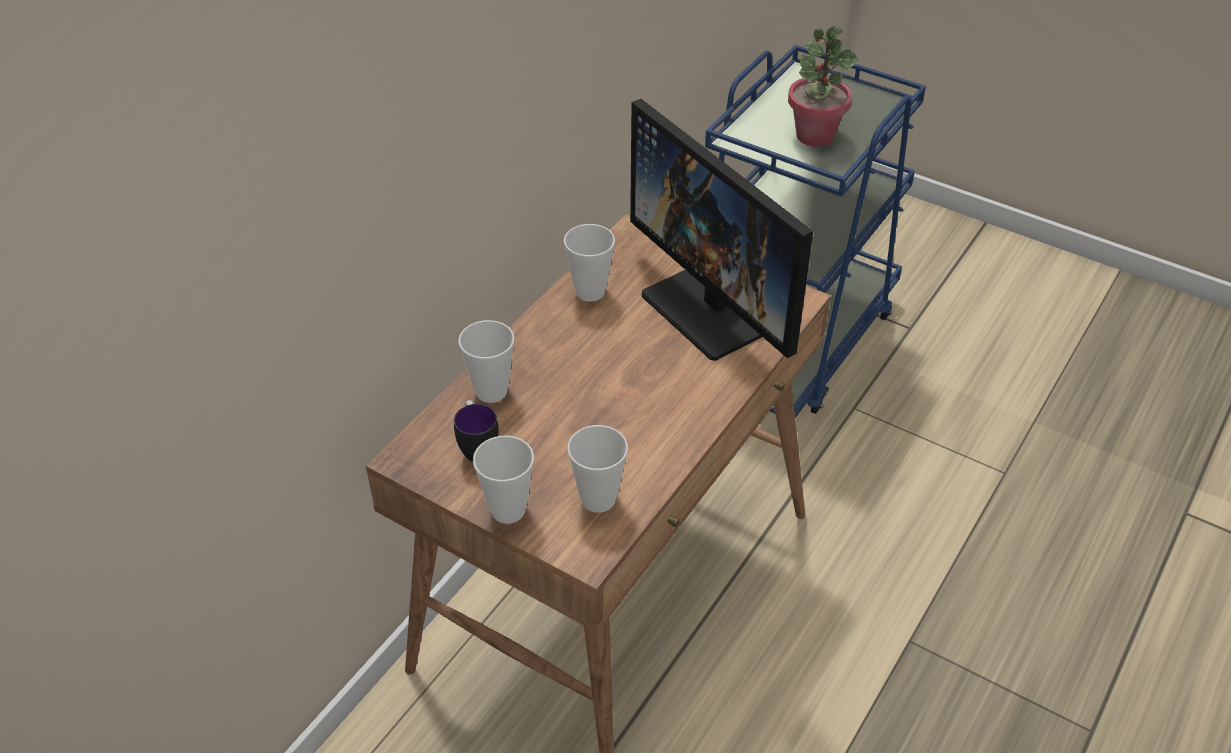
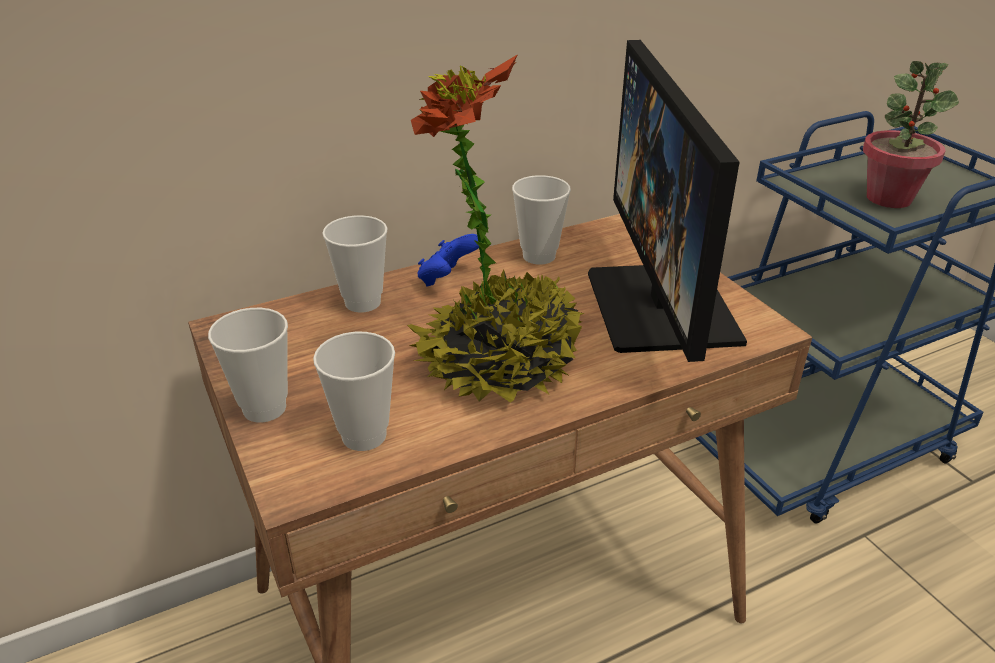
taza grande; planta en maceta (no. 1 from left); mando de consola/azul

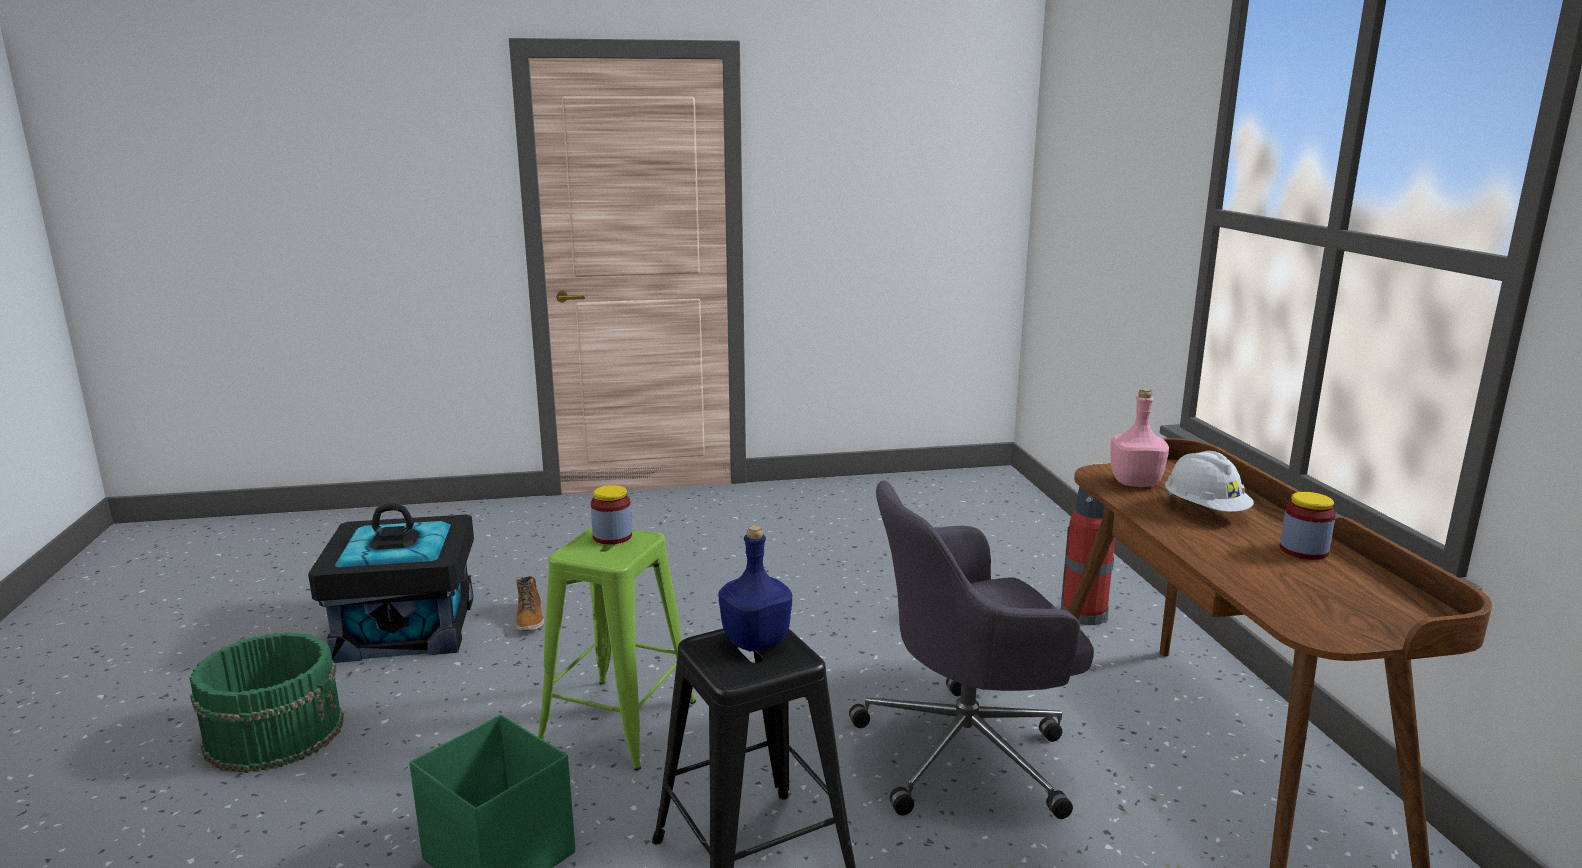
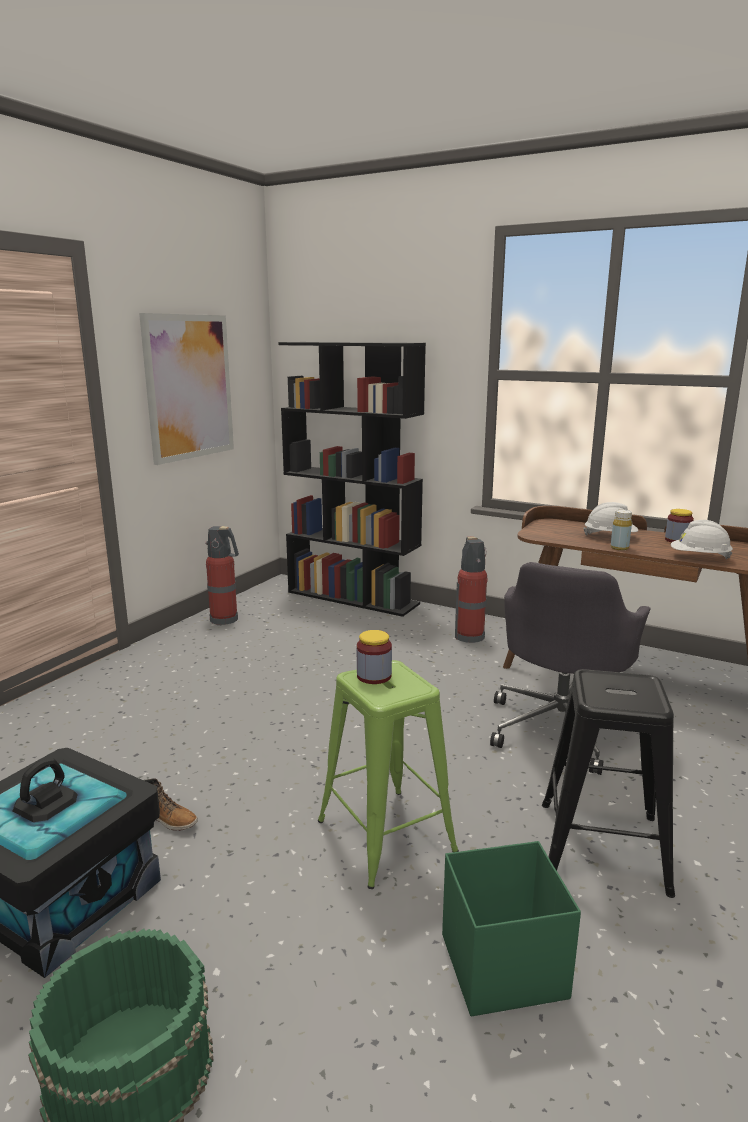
botella/azul; botella/rosa; cuadro; extintor (no. 1 from left); estantería/negro; botella/amarillo; casco/blanco (no. 2 from left)

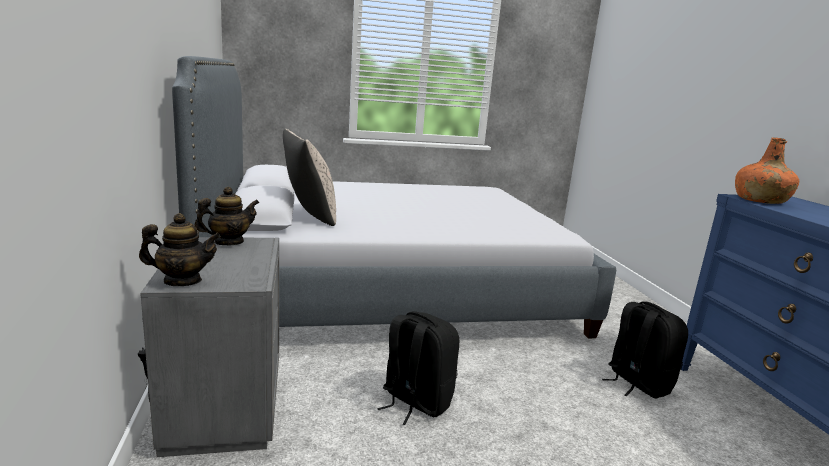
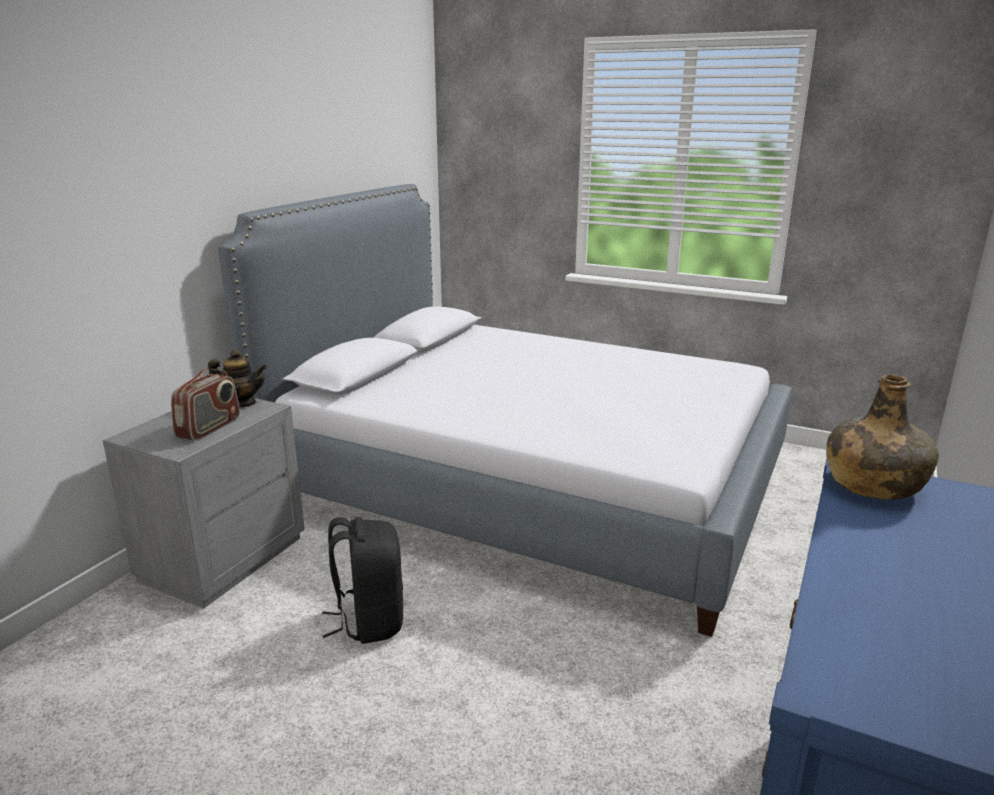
tetera (no. 1 from left in the first image); cojín/beis; mochila/negro (no. 2 from left in the first image); radio; botella/verde

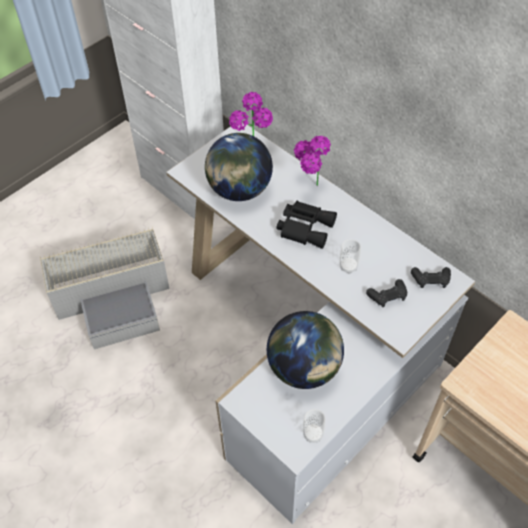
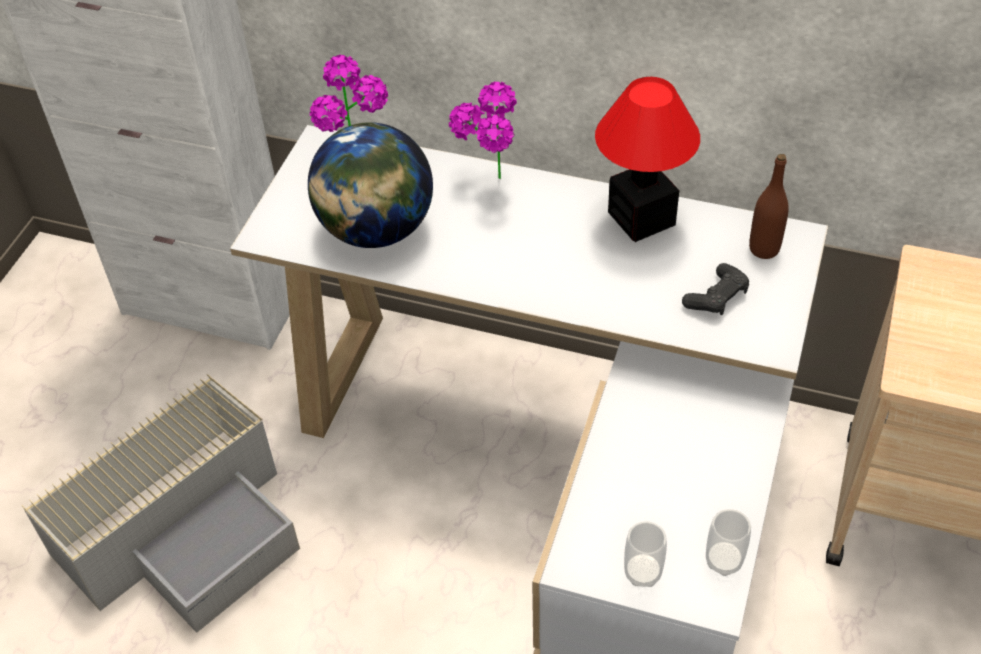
globo terráqueo (no. 2 from left in the first image); prismáticos/negro; lámpara de mesa; taza (no. 1 from left); botella/marrón

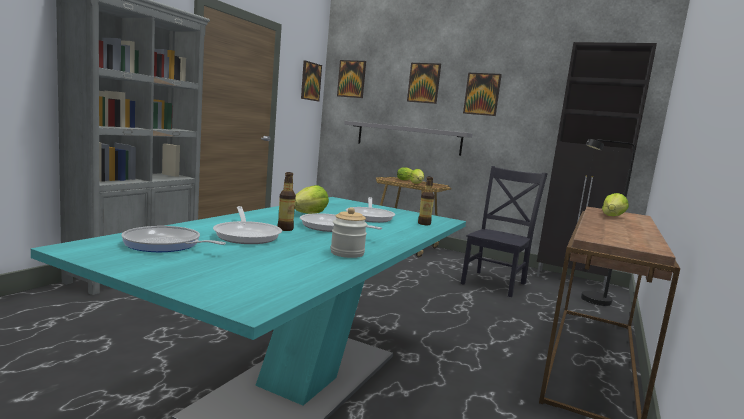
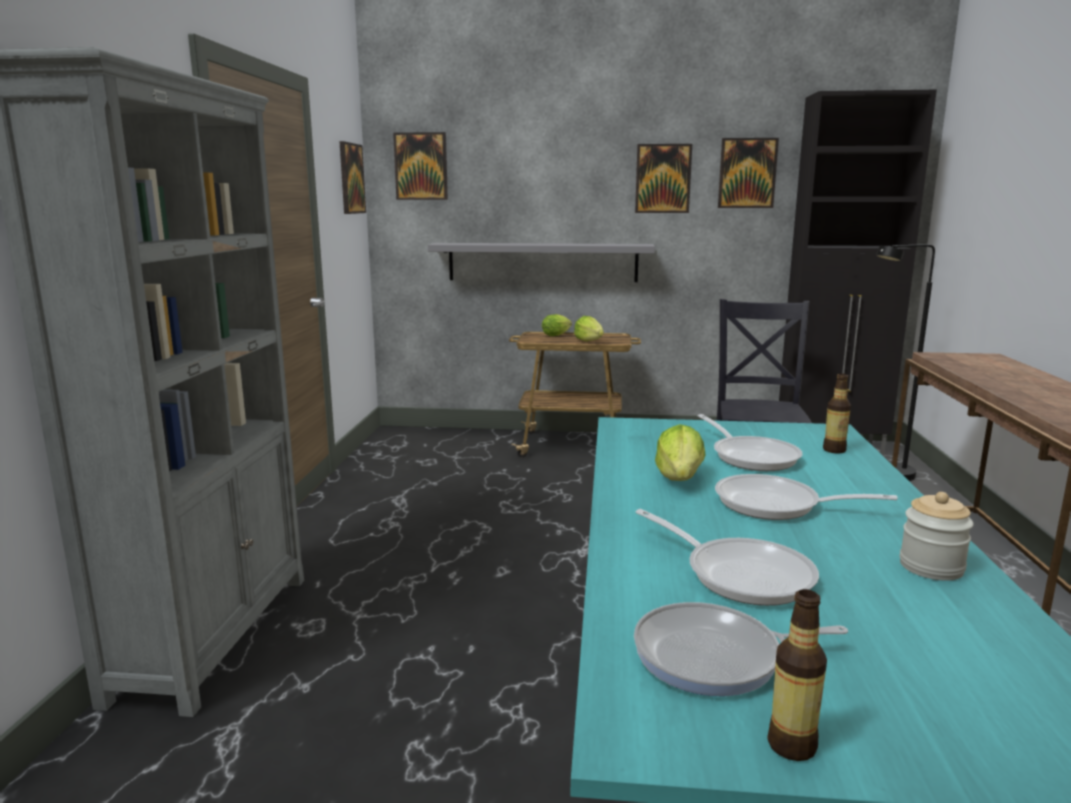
lechuga (no. 4 from left in the first image); botella (no. 1 from left); cuadro (no. 4 from left)

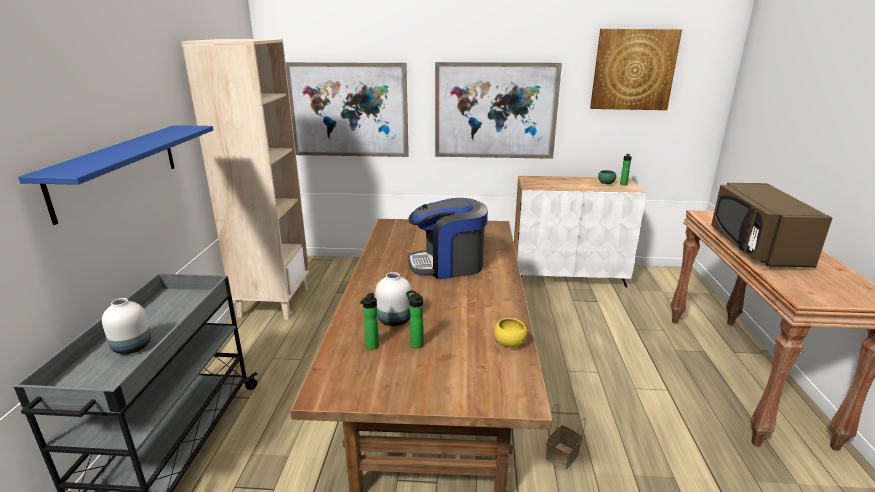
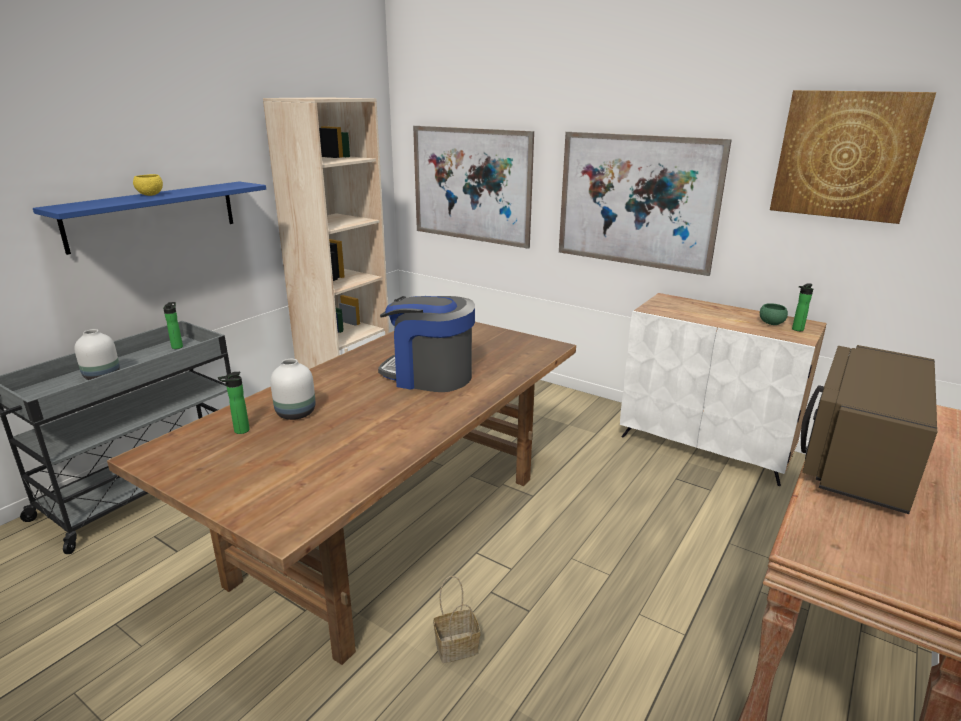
botella (no. 1 from left); cuenco/amarillo

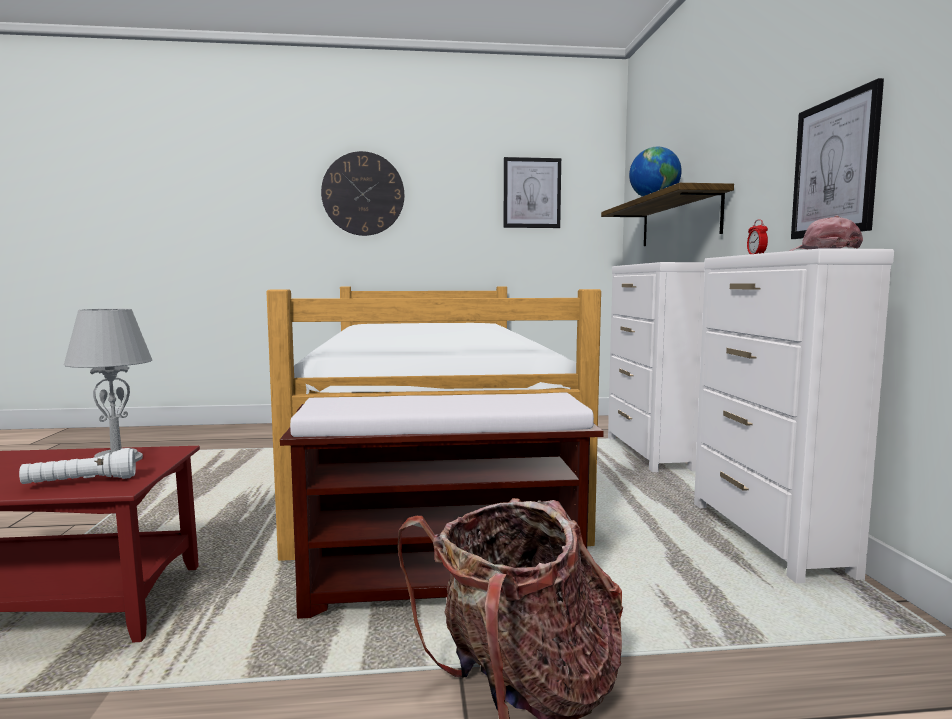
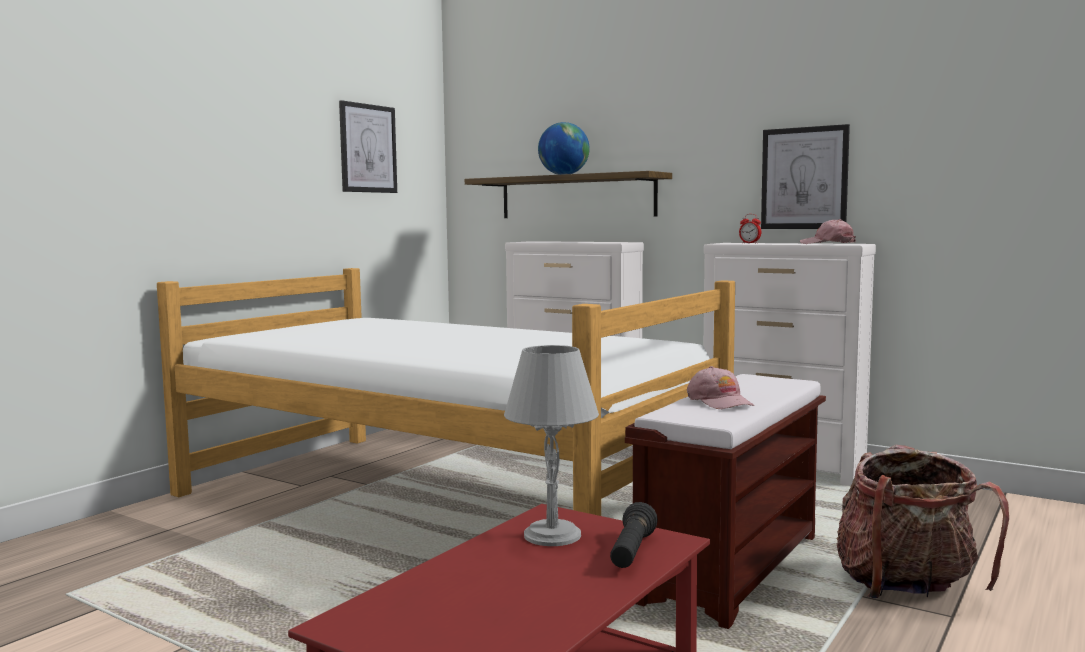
reloj de pared; gorra/rosa (no. 1 from left); linterna/negro

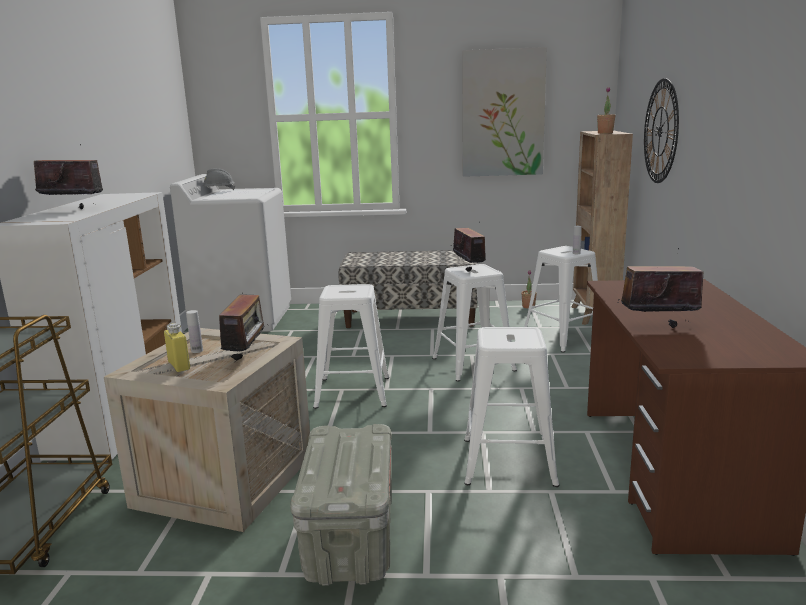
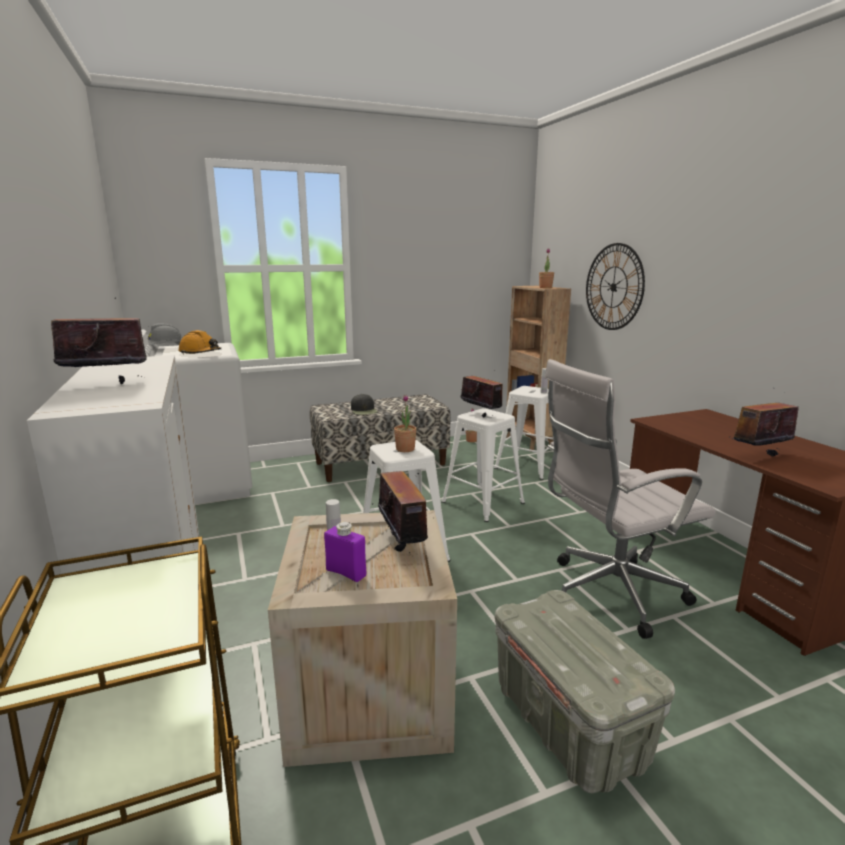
cuadro; casco/naranja; gorra/negro; planta en maceta (no. 1 from left); silla de oficina/blanco; botella/morado

